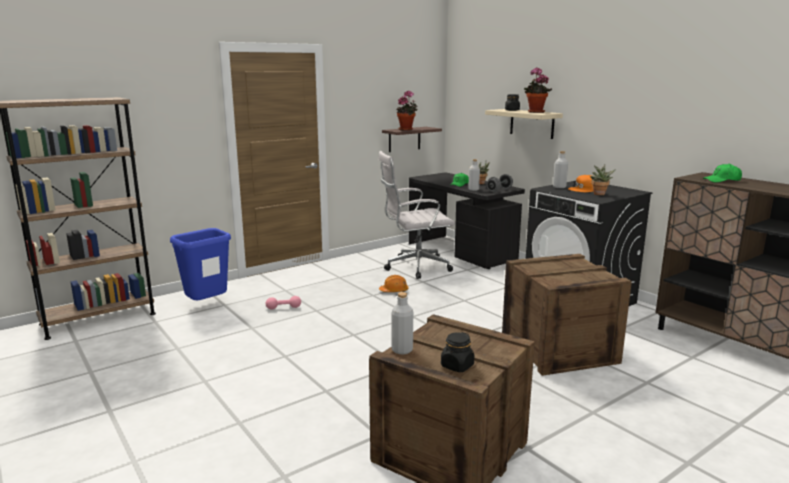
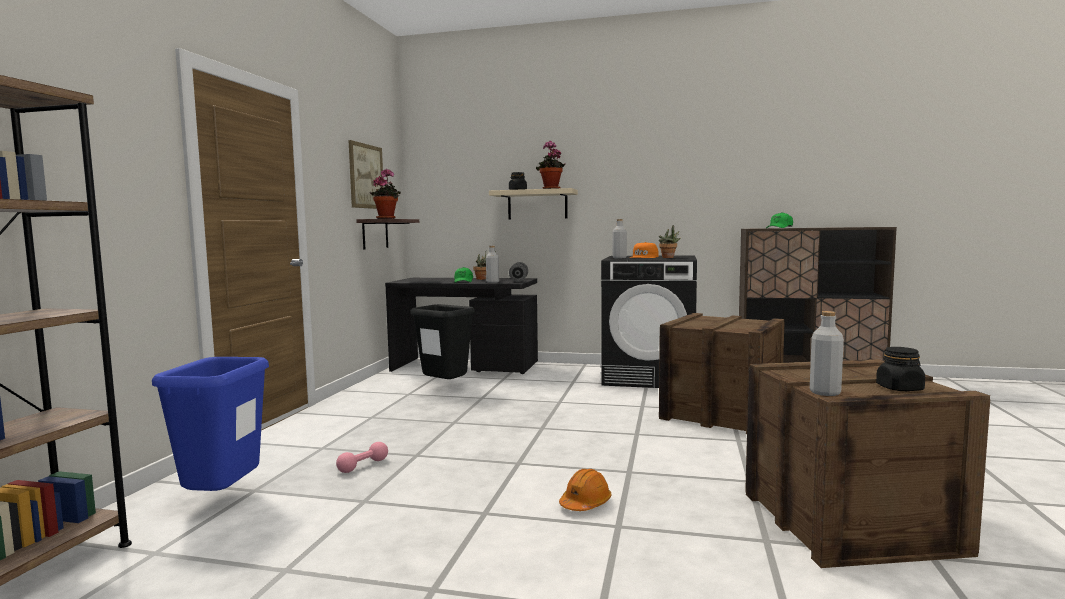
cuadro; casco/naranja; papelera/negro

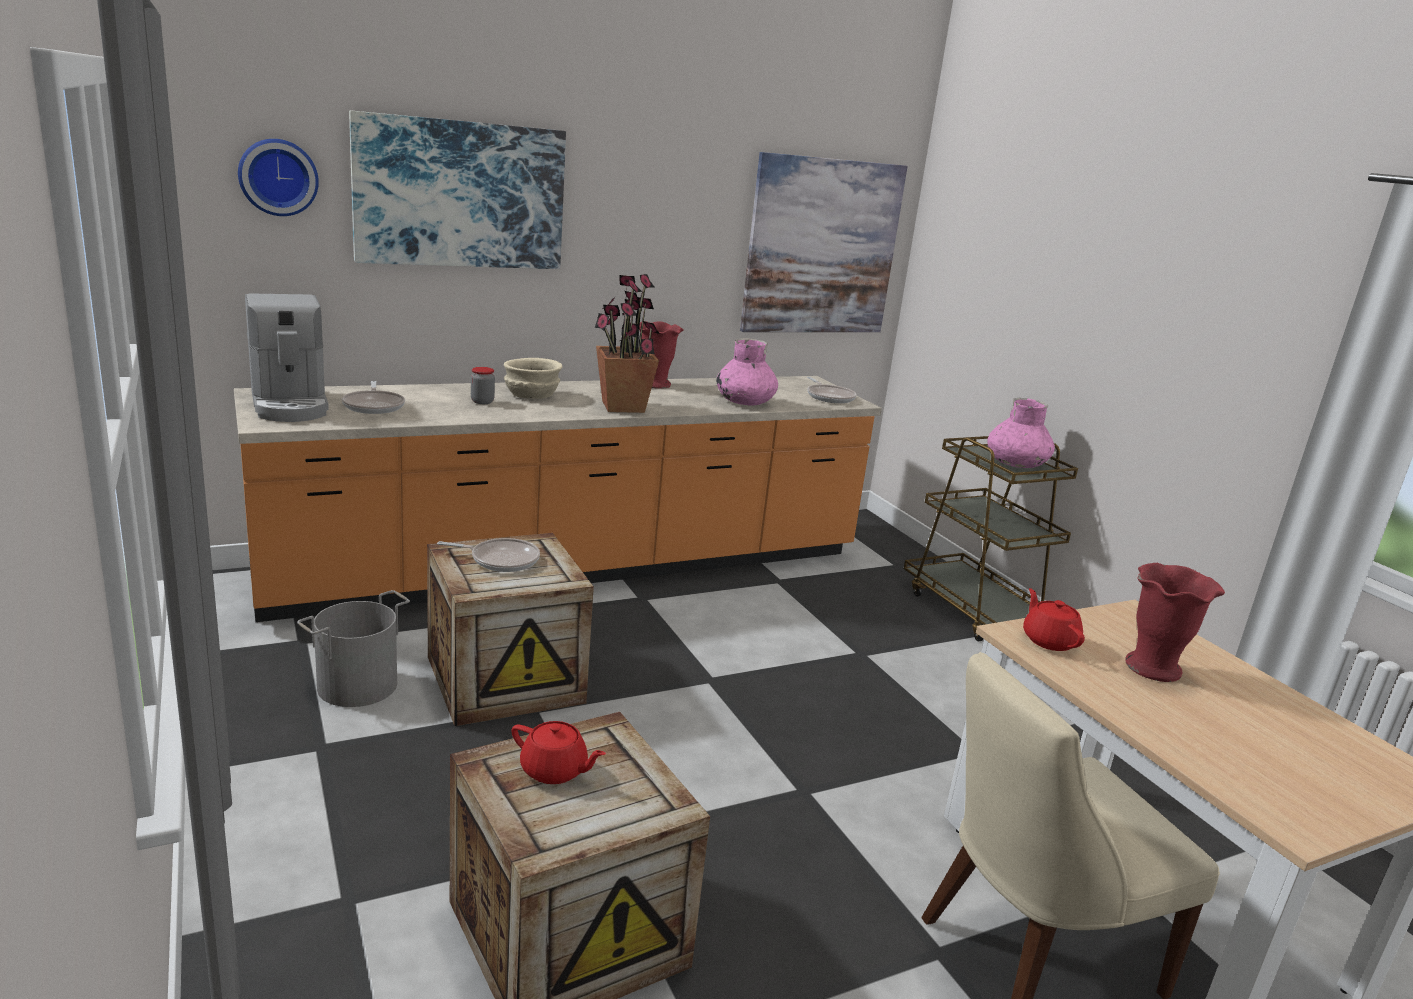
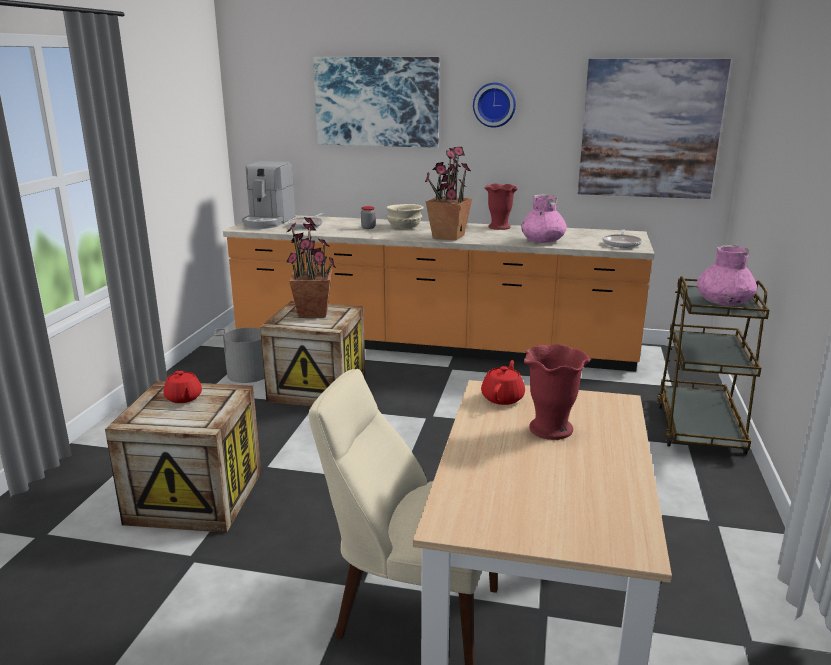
reloj de pared; planta en maceta (no. 1 from left)

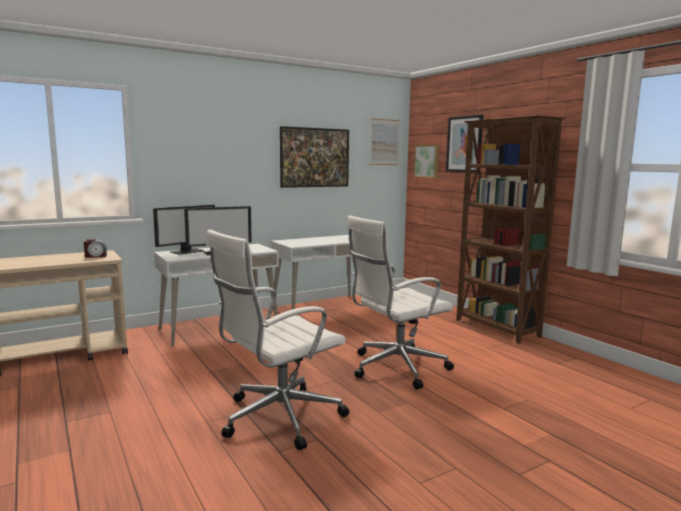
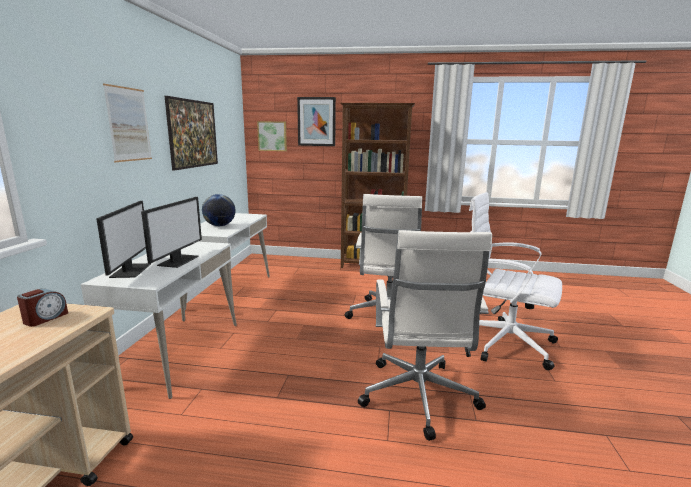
globo terráqueo; silla de oficina/blanco (no. 3 from left); cuadro (no. 1 from left)

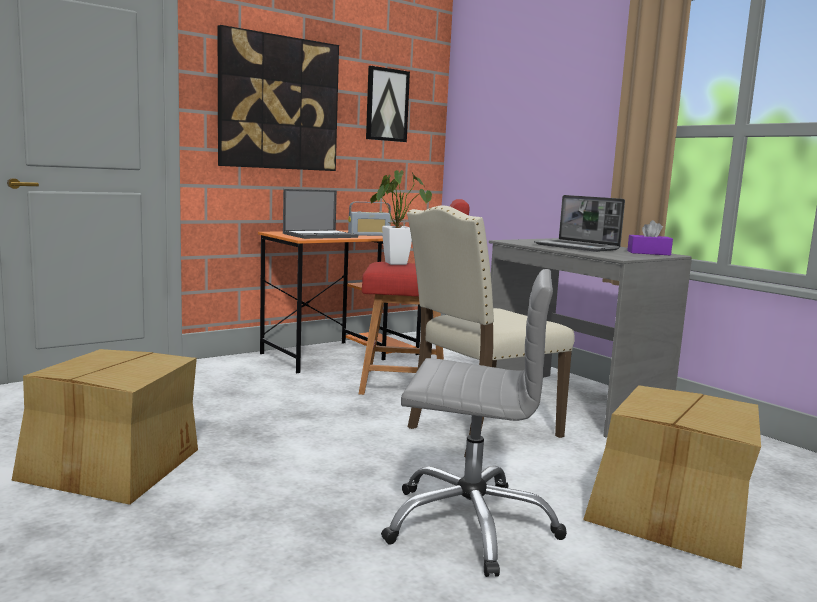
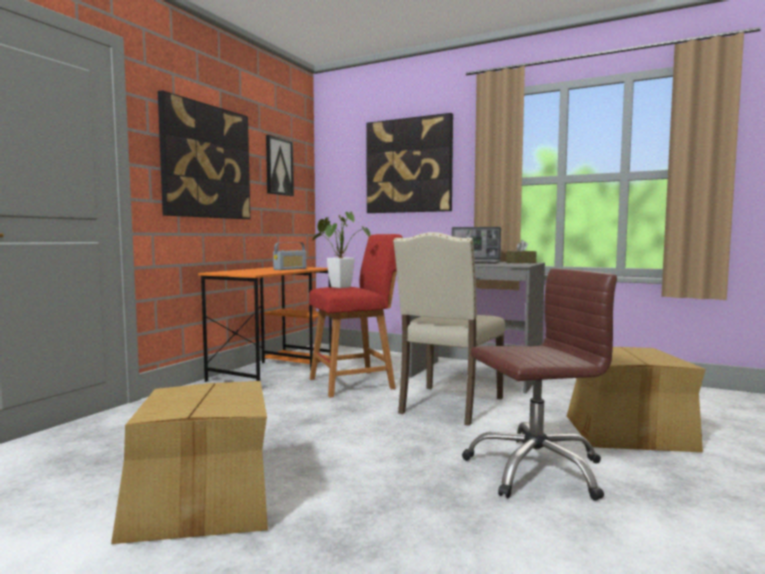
portátil (no. 1 from left in the first image); cuadro (no. 3 from left); silla de oficina/marrón; caja de pañuelos/marrón

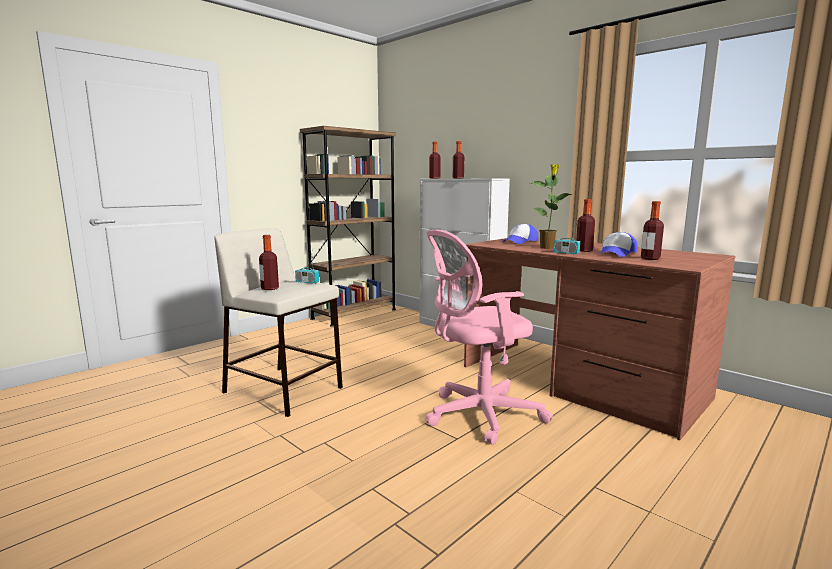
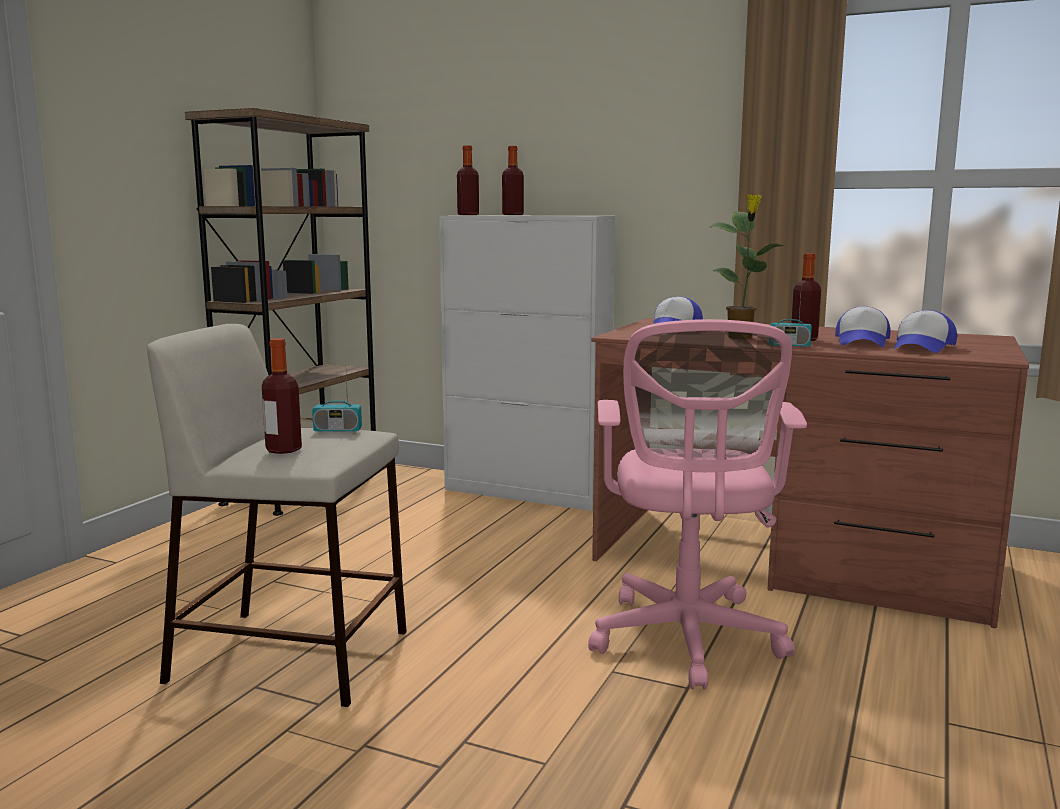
gorra (no. 3 from left); silla de oficina/rosa

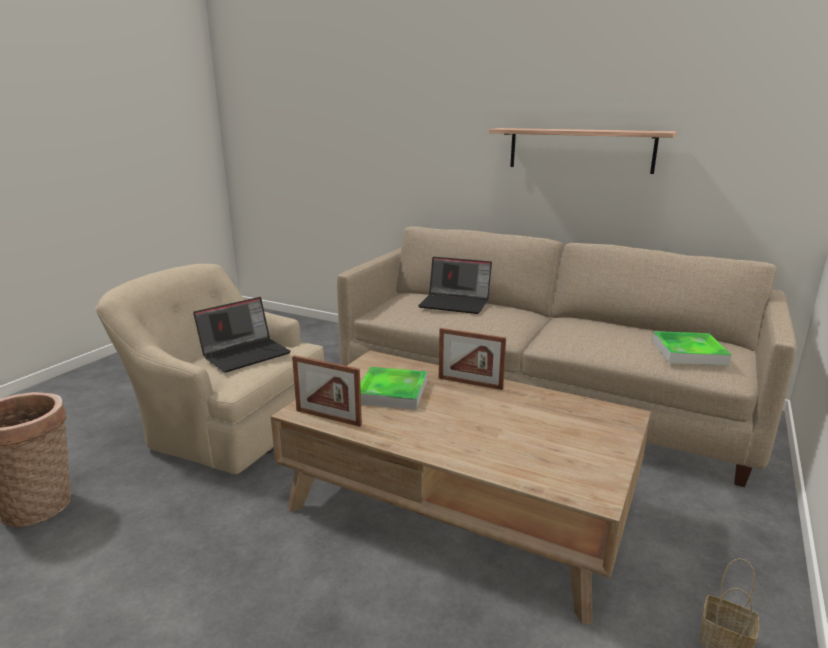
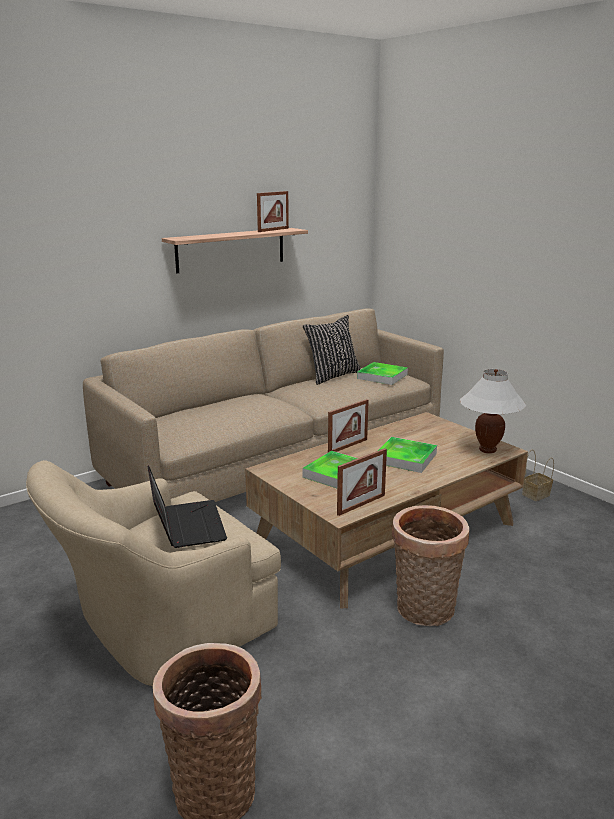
portátil (no. 2 from left in the first image); portarretratos (no. 1 from left); cojín/negro; bandeja (no. 3 from left); cesta (no. 2 from left); lámpara de mesa/blanco

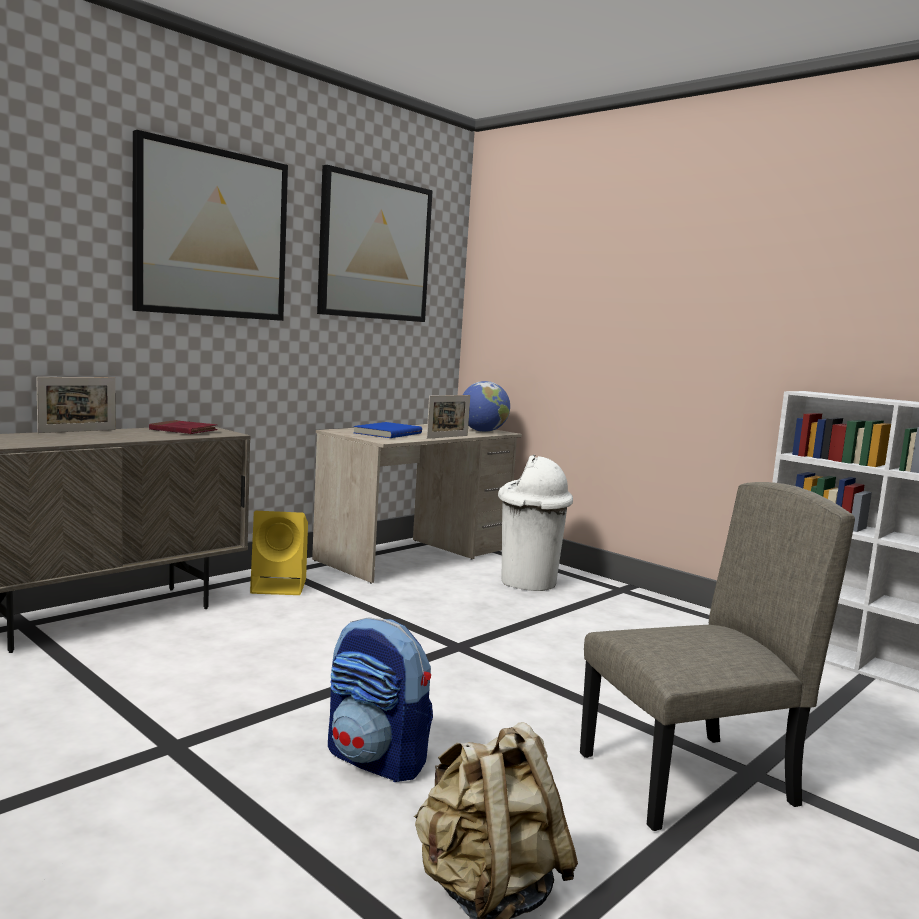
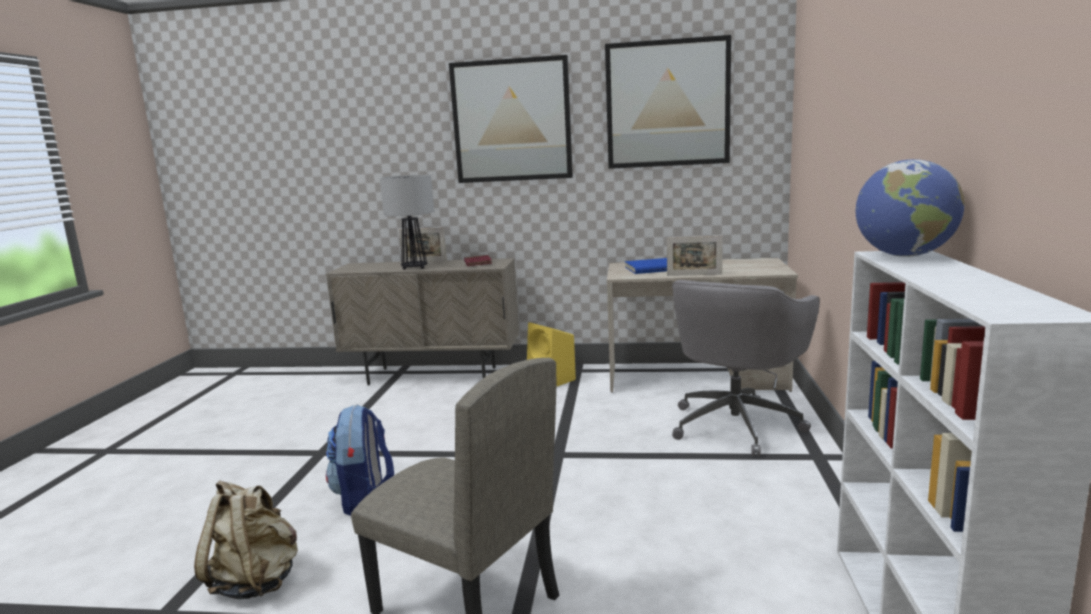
lámpara de mesa; globo terráqueo; silla de oficina/gris

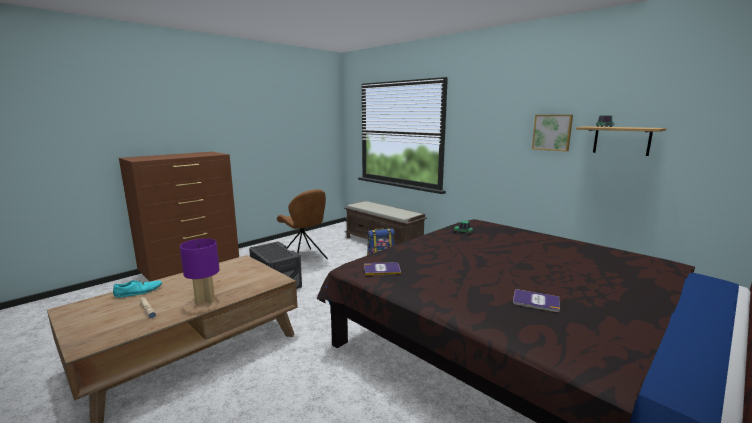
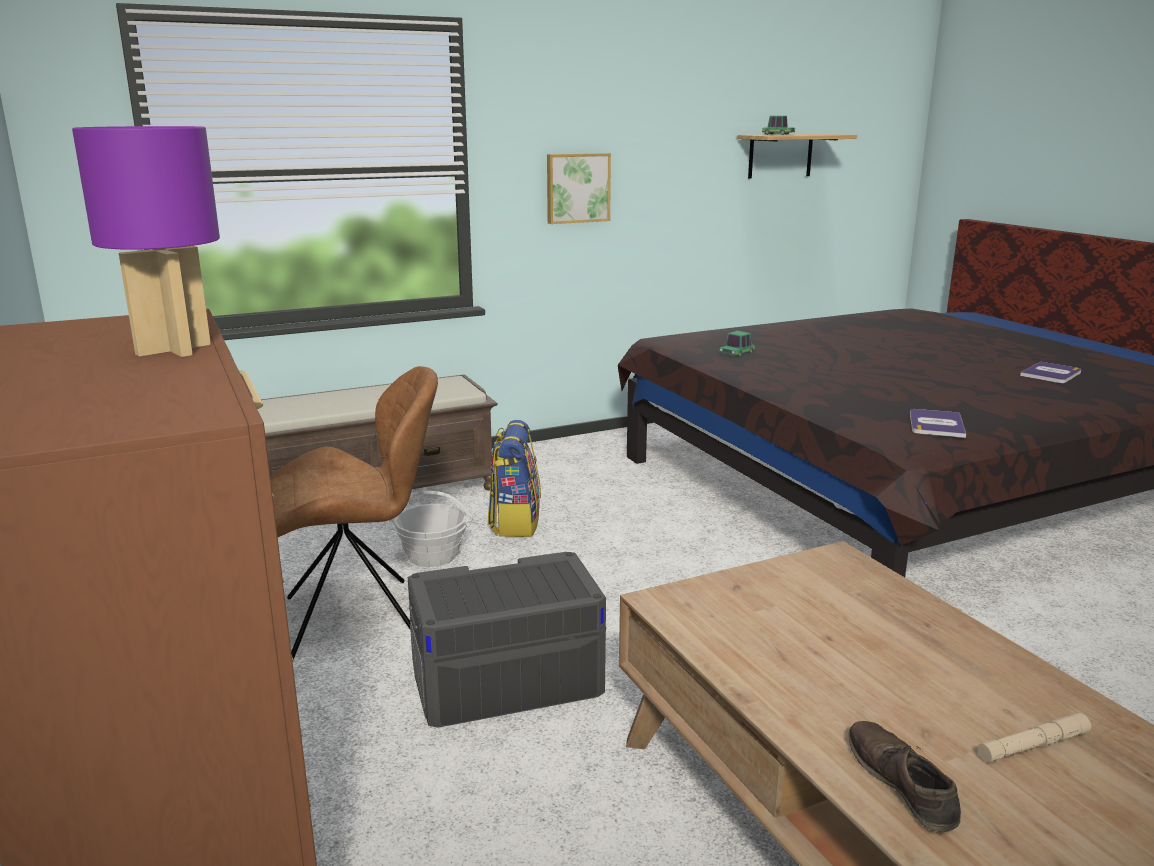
cesta; lámpara de mesa/morado; cuadro; zapato/marrón

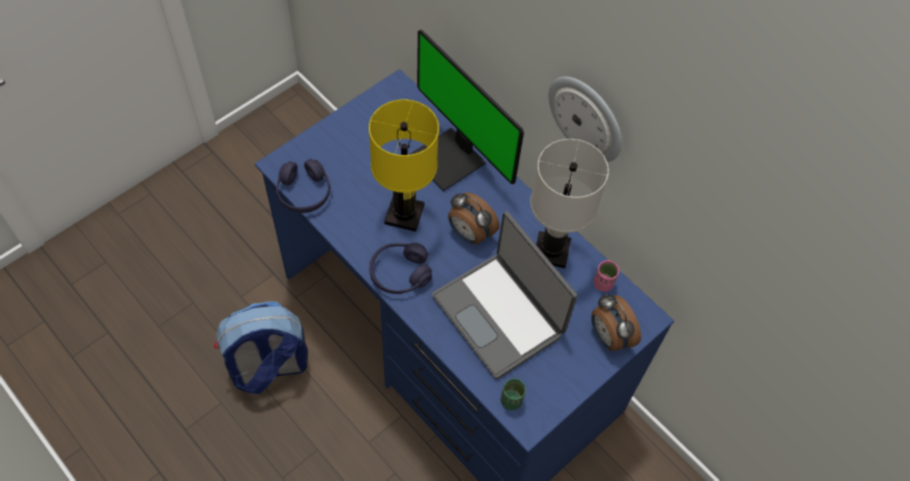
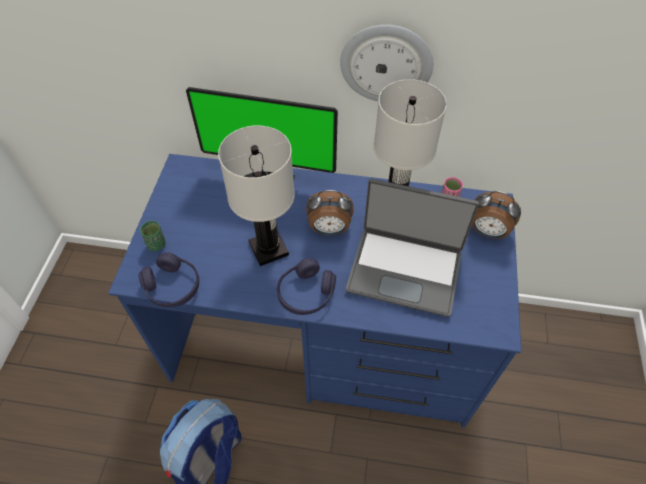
taza/verde; lámpara de mesa/blanco (no. 1 from left)

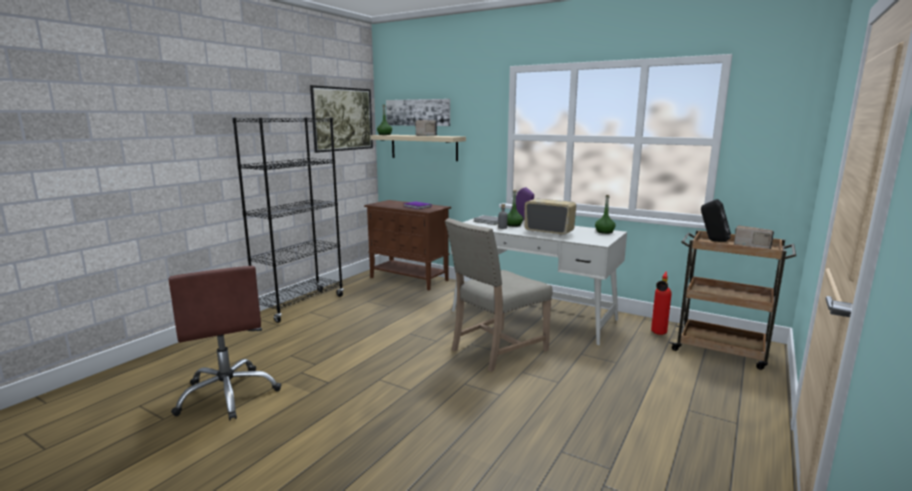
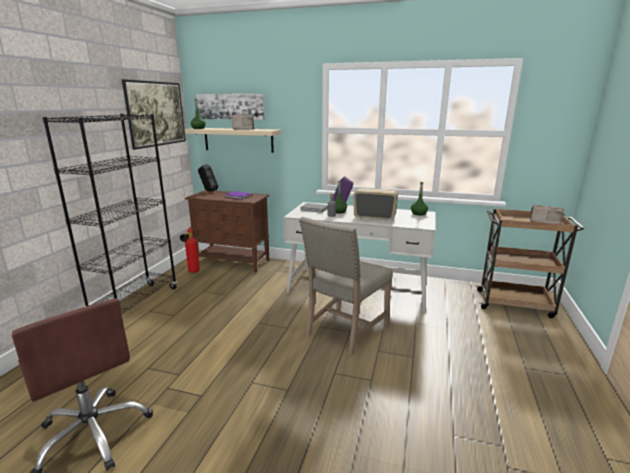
extintor; altavoz/negro

